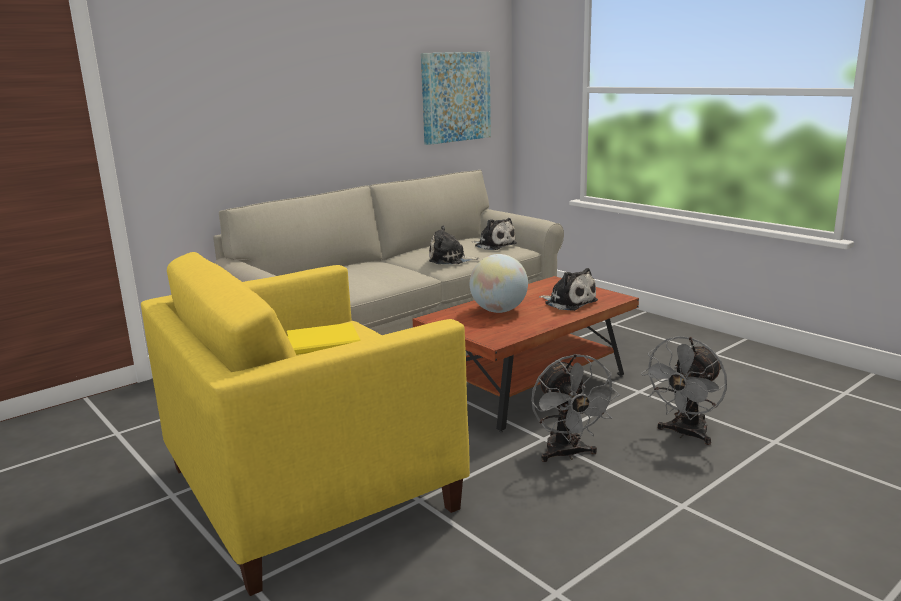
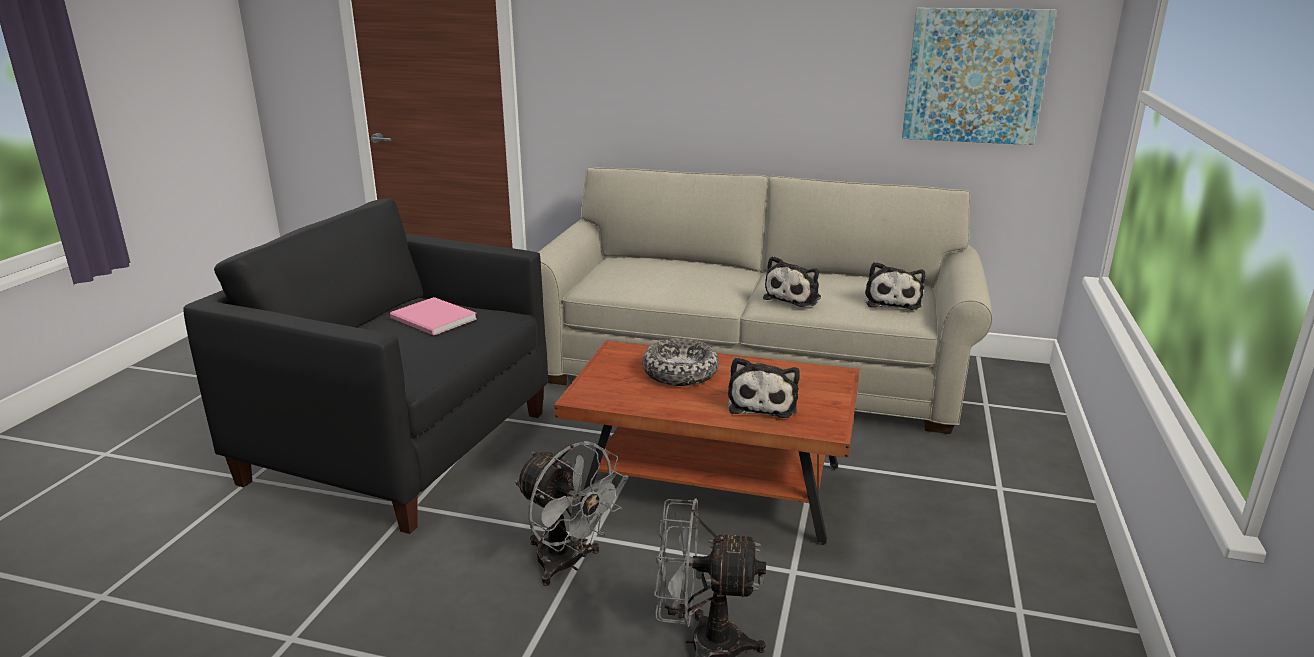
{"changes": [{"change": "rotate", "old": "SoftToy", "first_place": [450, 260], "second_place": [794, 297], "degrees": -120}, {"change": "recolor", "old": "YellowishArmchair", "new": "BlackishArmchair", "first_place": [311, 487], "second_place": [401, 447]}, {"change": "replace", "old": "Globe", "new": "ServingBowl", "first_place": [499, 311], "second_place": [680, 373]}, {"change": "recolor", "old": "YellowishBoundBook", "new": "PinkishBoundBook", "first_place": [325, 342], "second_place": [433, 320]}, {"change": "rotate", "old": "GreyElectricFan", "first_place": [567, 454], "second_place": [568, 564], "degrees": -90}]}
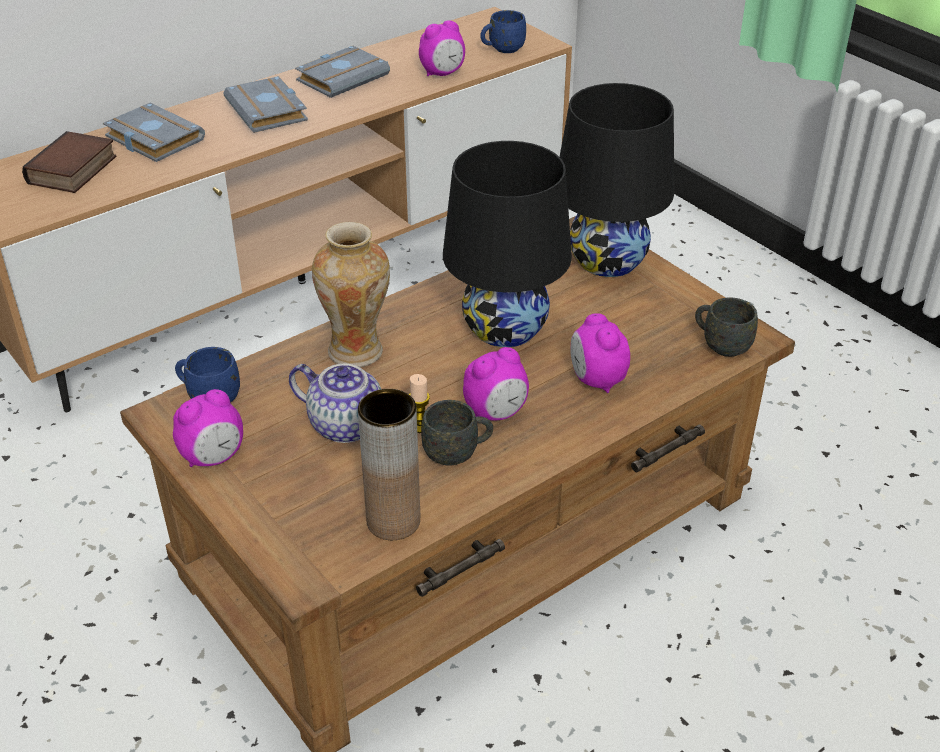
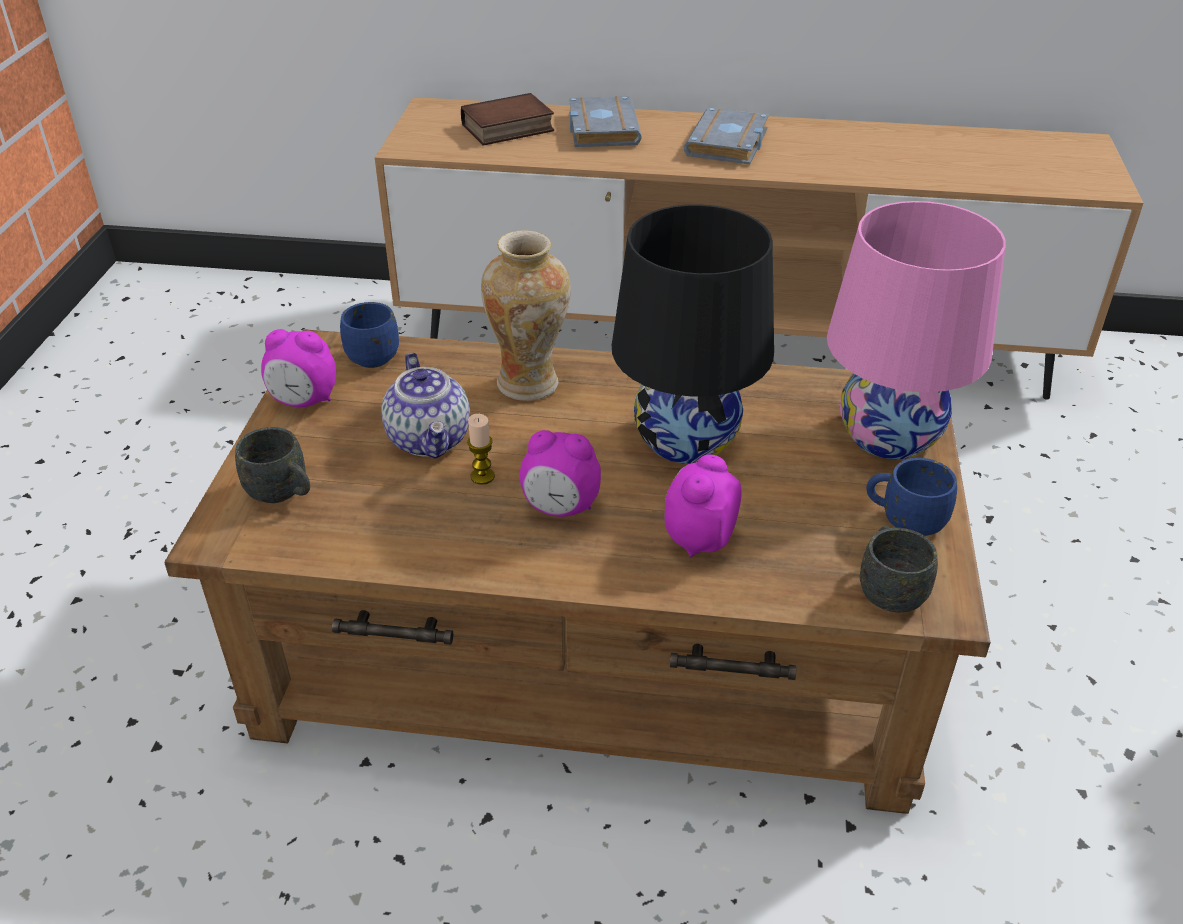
{"changes": [{"change": "move", "old": "BluishTeaMug", "first_place": [502, 49], "second_place": [904, 520]}, {"change": "delete", "old": "AlarmClock", "first_place": [442, 73]}, {"change": "delete", "old": "GreyBoundBook", "first_place": [342, 77]}, {"change": "recolor", "old": "BlackishTabletopLamp", "new": "PinkishTabletopLamp", "first_place": [607, 260], "second_place": [888, 434]}, {"change": "delete", "old": "BrownDecorativeVase", "first_place": [393, 521]}, {"change": "move", "old": "GreyTeaMug", "first_place": [457, 453], "second_place": [283, 494]}]}
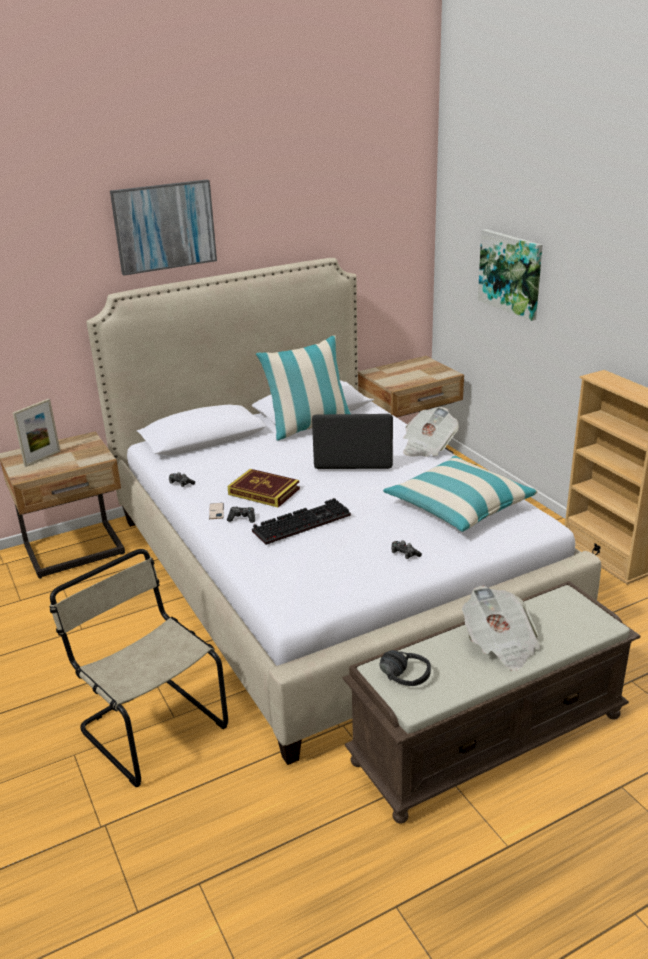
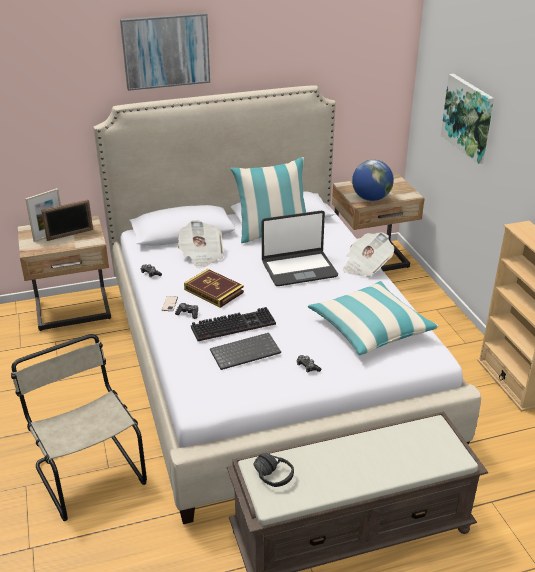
{"changes": [{"change": "rotate", "old": "NotebookComputer", "first_place": [353, 458], "second_place": [299, 269], "degrees": 150}, {"change": "move", "old": "Newspaper", "first_place": [500, 644], "second_place": [201, 255]}, {"change": "insert", "new": "Globe", "second_place": [371, 198]}, {"change": "insert", "new": "PictureFrame", "second_place": [70, 235]}, {"change": "insert", "new": "PcKeyboard", "second_place": [245, 351]}]}
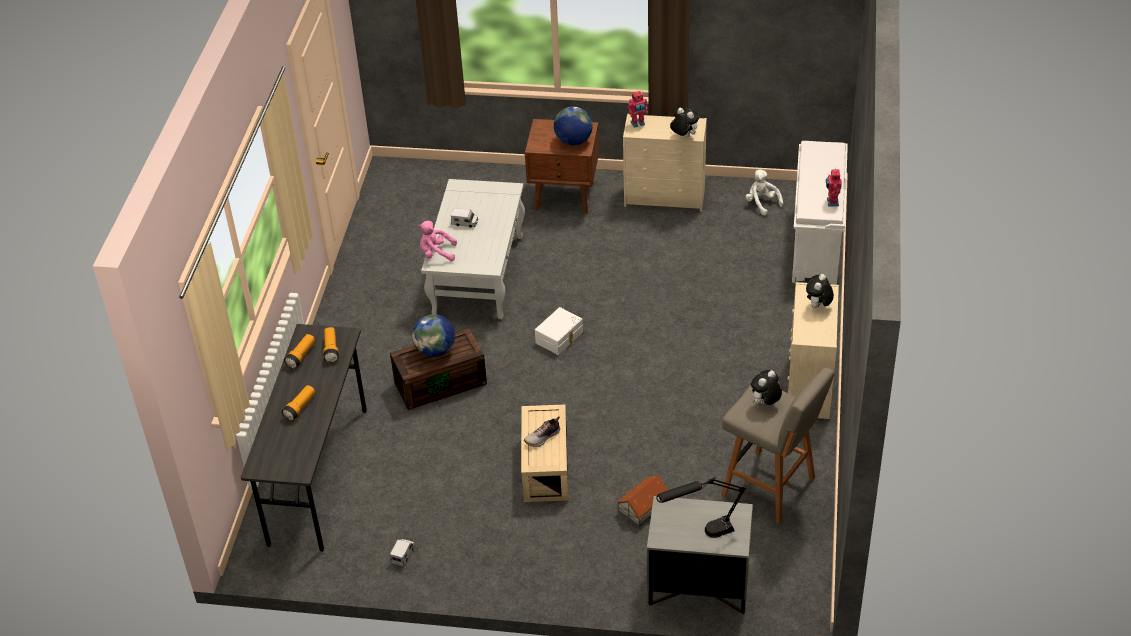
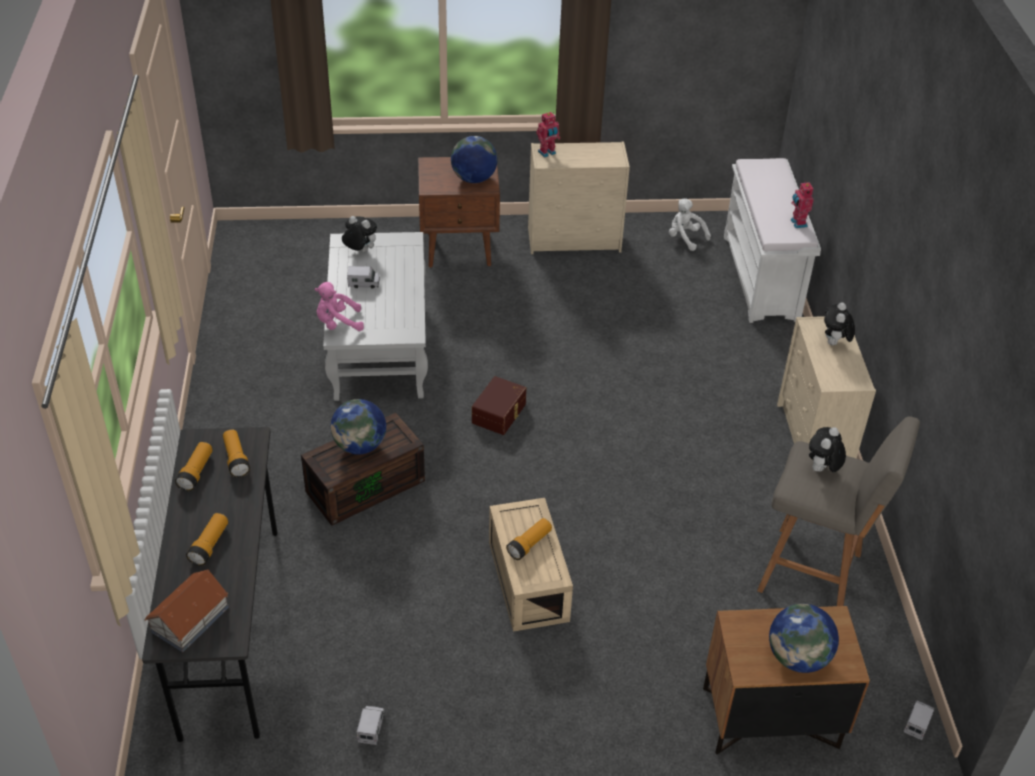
{"changes": [{"change": "move", "old": "SoftToy", "first_place": [683, 136], "second_place": [360, 251]}, {"change": "recolor", "old": "WhiteStorageContainer", "new": "BrownStorageContainer", "first_place": [560, 338], "second_place": [500, 413]}, {"change": "replace", "old": "Shoe", "new": "HandTorch", "first_place": [543, 437], "second_place": [529, 544]}, {"change": "move", "old": "ToyHouse", "first_place": [644, 507], "second_place": [191, 619]}, {"change": "replace", "old": "BlackishTabletopLamp", "new": "Globe", "first_place": [701, 534], "second_place": [798, 657]}, {"change": "recolor", "old": "GreyNightstand", "new": "BrownNightstand", "first_place": [698, 587], "second_place": [770, 719]}, {"change": "insert", "new": "ToyLorry", "second_place": [917, 723]}]}
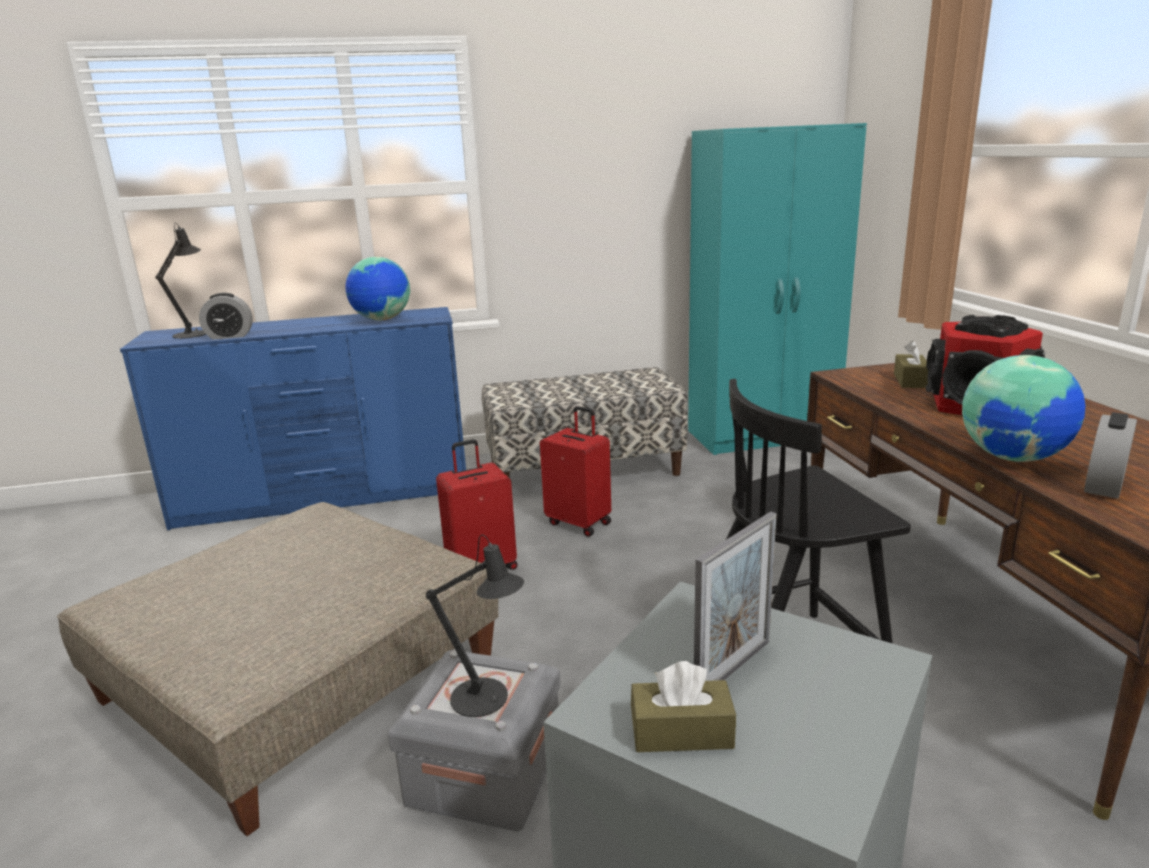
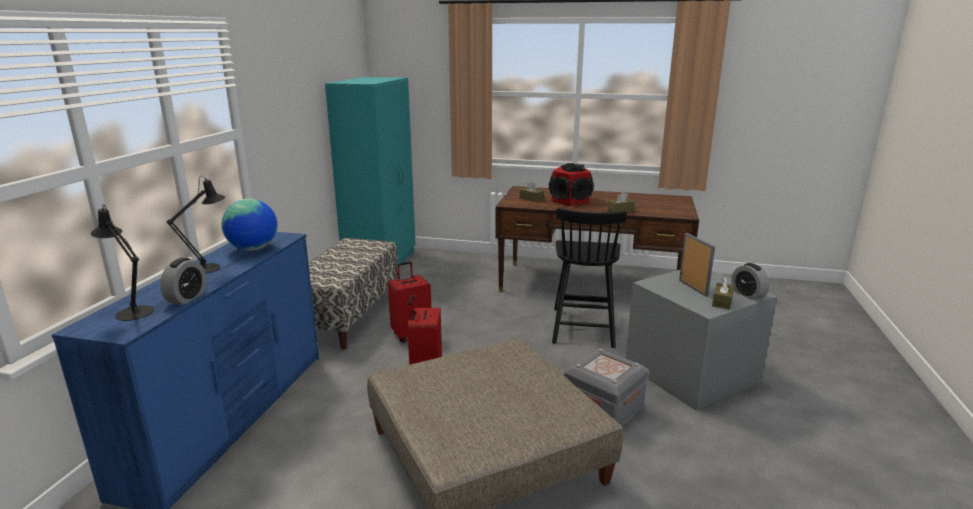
{"changes": [{"change": "replace", "old": "Globe", "new": "BrownTissueHolder", "first_place": [1013, 457], "second_place": [620, 210]}, {"change": "move", "old": "AlarmClock", "first_place": [1103, 486], "second_place": [747, 294]}, {"change": "move", "old": "BlackishTabletopLamp", "first_place": [486, 699], "second_place": [209, 267]}]}
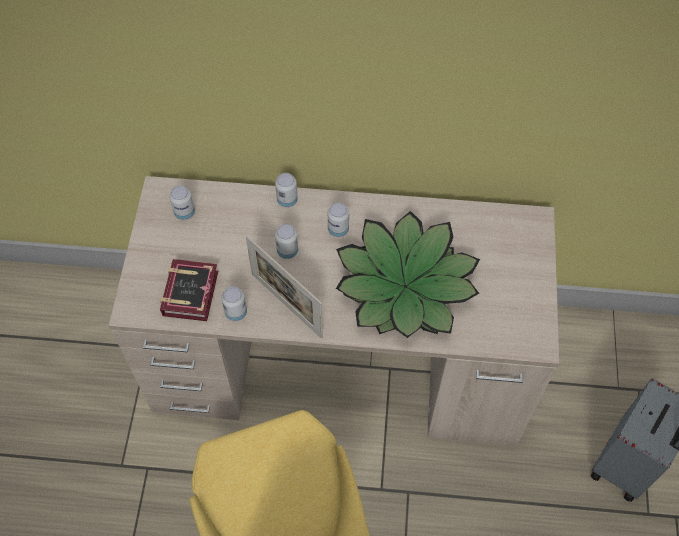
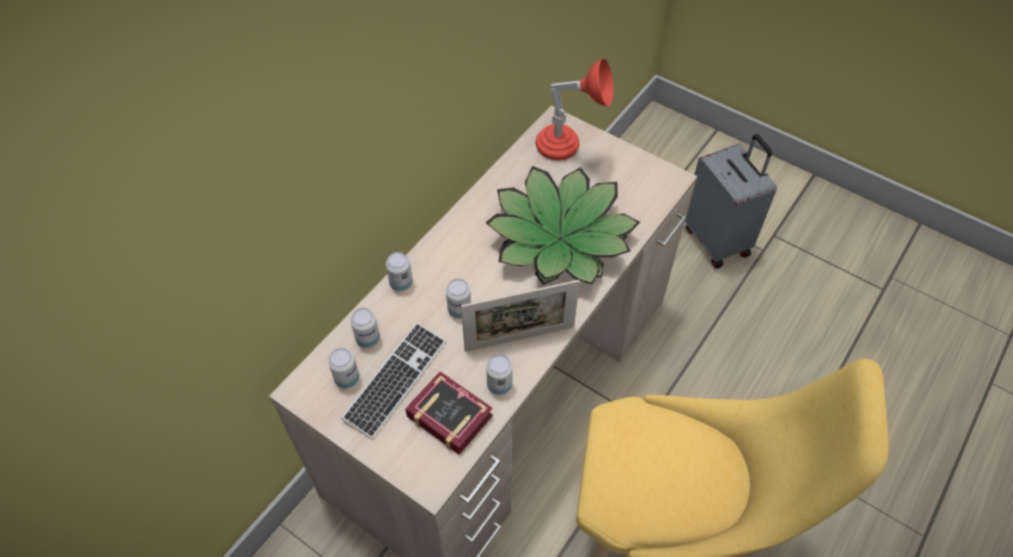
{"changes": [{"change": "move", "old": "Can", "first_place": [338, 230], "second_place": [368, 339]}, {"change": "insert", "new": "RedTabletopLamp", "second_place": [569, 150]}, {"change": "insert", "new": "PcKeyboard", "second_place": [395, 380]}]}
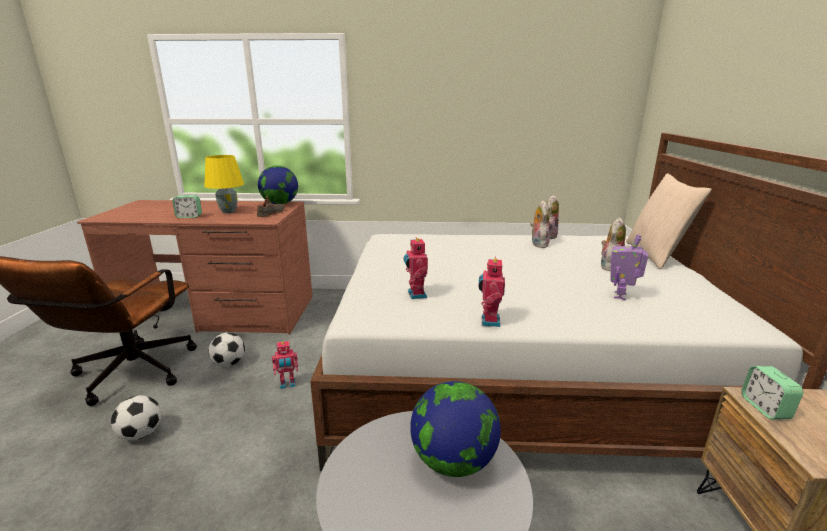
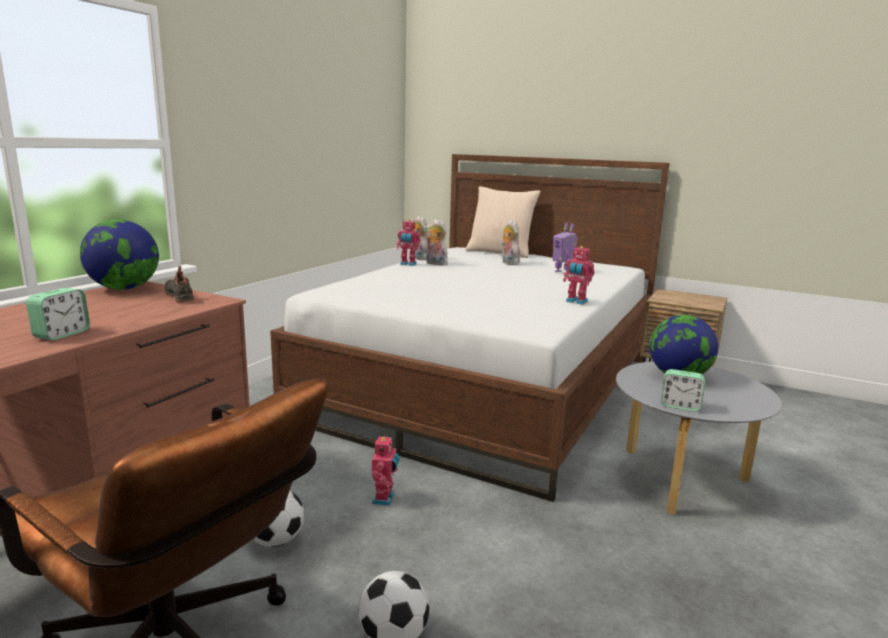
{"changes": [{"change": "delete", "old": "YellowishTabletopLamp", "first_place": [229, 211]}, {"change": "move", "old": "RobotFigure", "first_place": [415, 294], "second_place": [408, 264]}, {"change": "move", "old": "AlarmClock", "first_place": [765, 408], "second_place": [680, 406]}]}
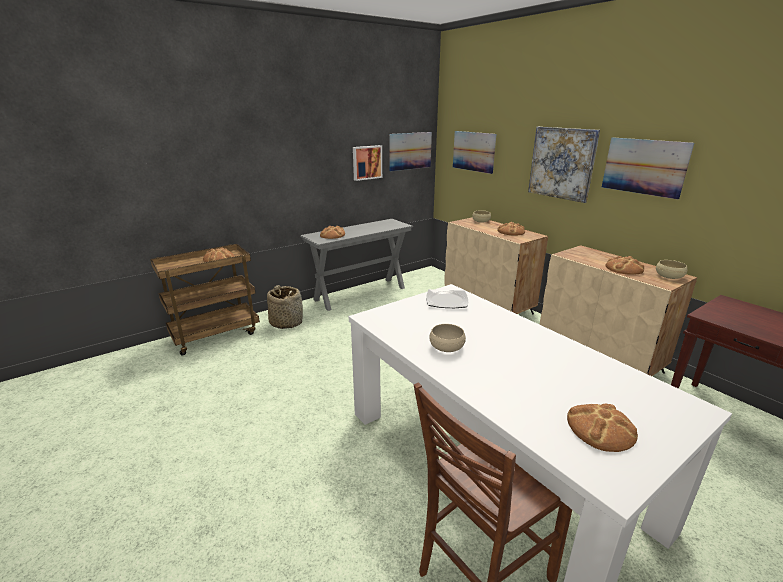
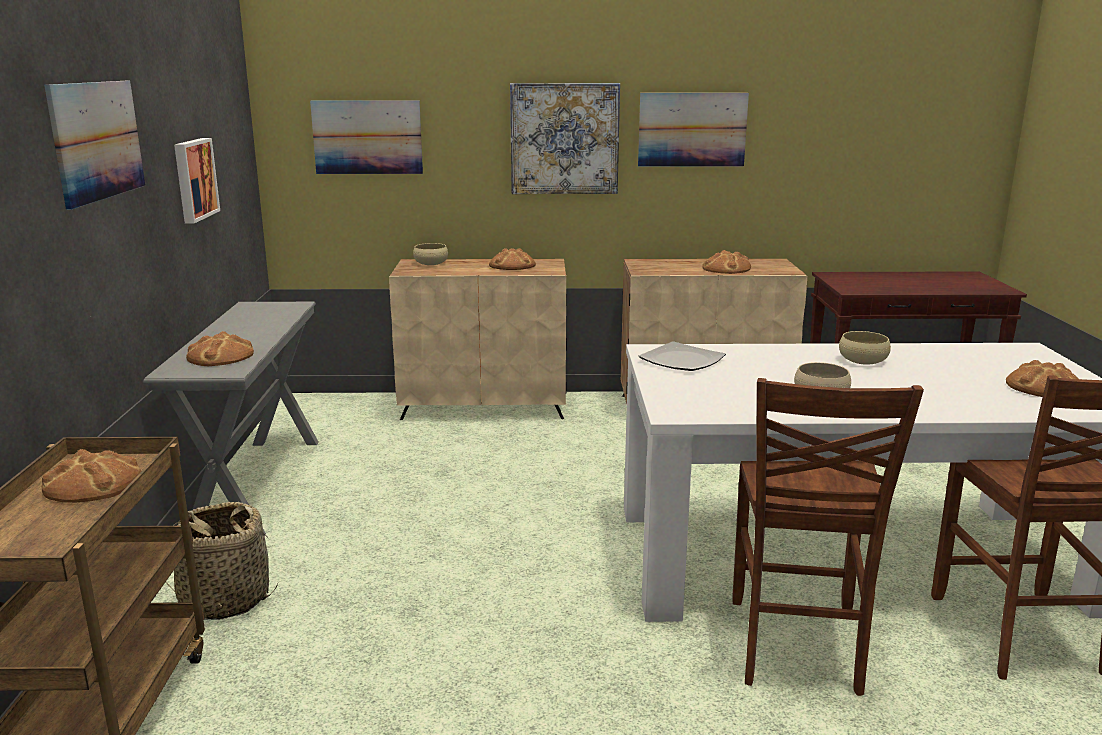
{"changes": [{"change": "move", "old": "WallPicture", "first_place": [410, 151], "second_place": [97, 140]}, {"change": "move", "old": "BeigeColouredServingBowl", "first_place": [669, 276], "second_place": [863, 360]}, {"change": "insert", "new": "BrownPlainChair", "second_place": [795, 647]}]}
